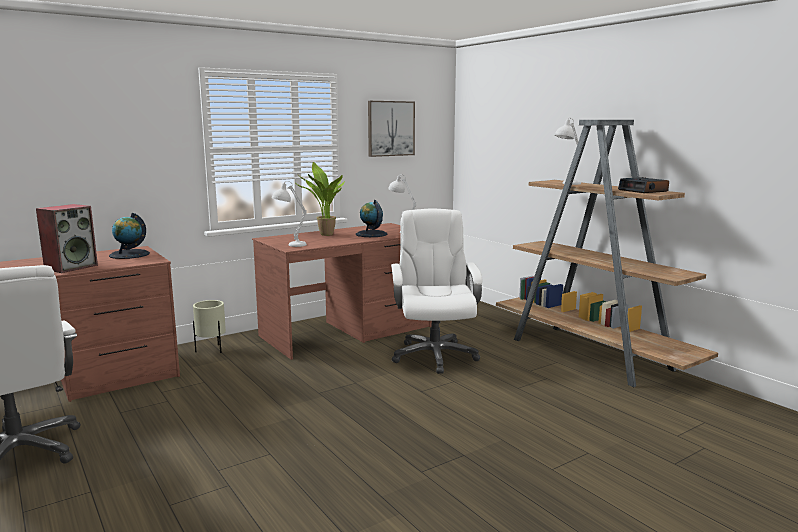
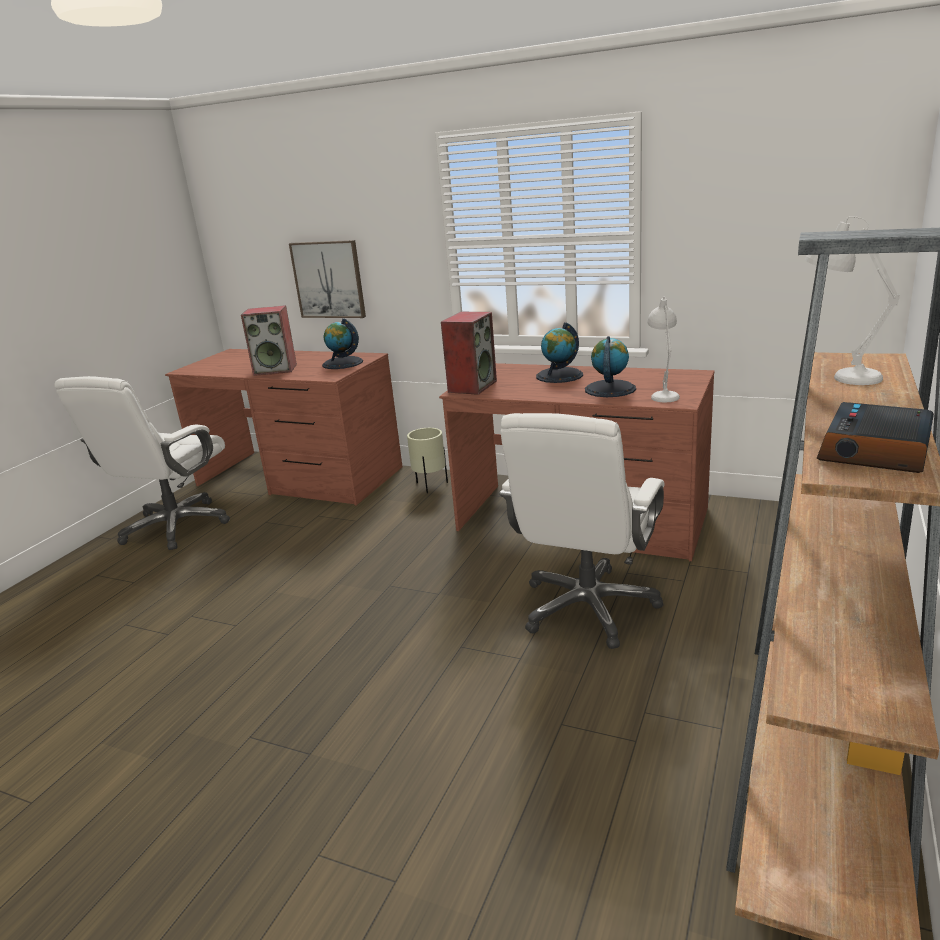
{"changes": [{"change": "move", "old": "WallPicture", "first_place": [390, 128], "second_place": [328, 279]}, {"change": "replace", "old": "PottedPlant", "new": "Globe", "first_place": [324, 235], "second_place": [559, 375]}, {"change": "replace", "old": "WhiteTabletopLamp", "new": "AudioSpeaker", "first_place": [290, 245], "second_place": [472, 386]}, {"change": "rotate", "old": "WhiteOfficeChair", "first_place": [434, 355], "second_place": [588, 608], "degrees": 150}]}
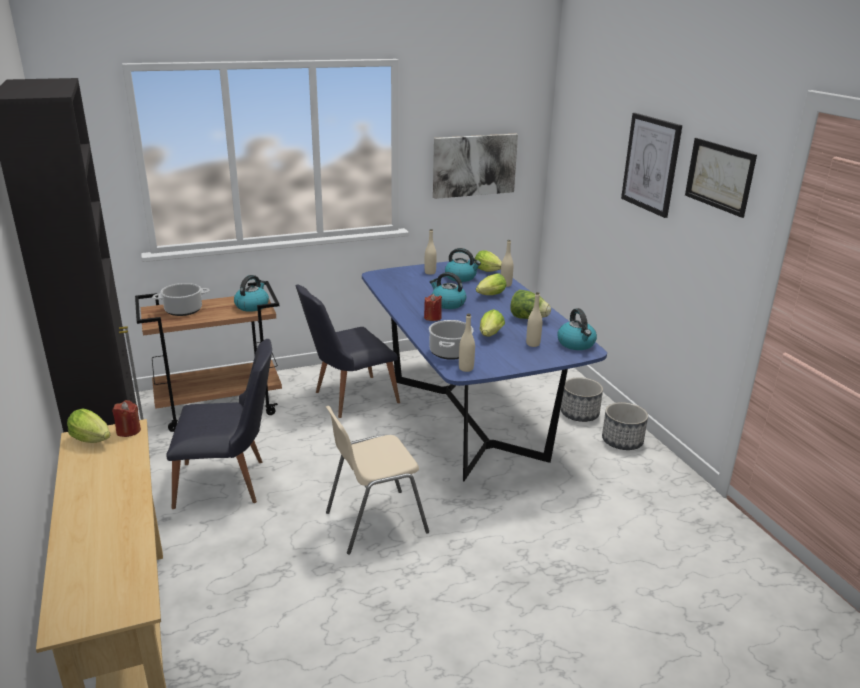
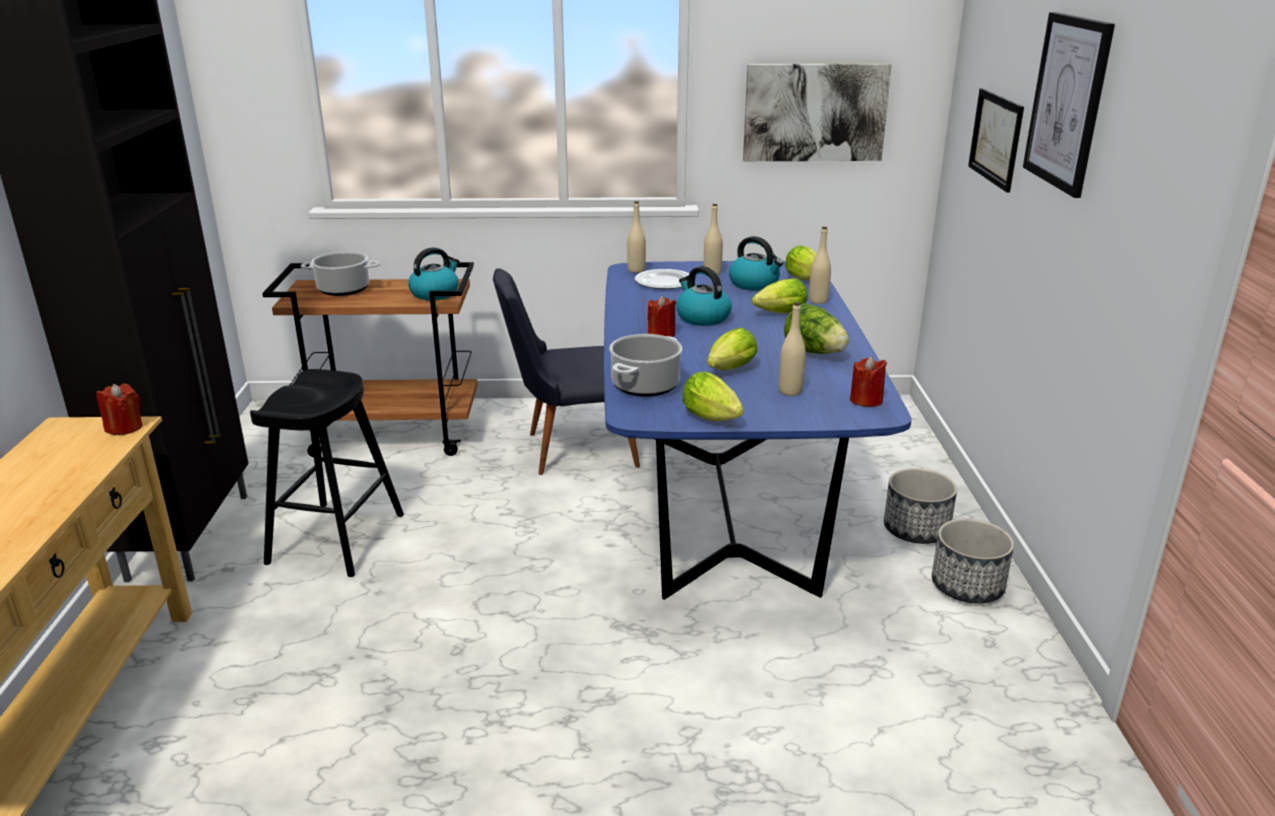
{"changes": [{"change": "move", "old": "WallPicture", "first_place": [719, 176], "second_place": [996, 138]}, {"change": "replace", "old": "TeaKettle", "new": "RedWaxLight", "first_place": [576, 344], "second_place": [866, 400]}, {"change": "move", "old": "BeigeColouredBottle", "first_place": [466, 368], "second_place": [636, 270]}, {"change": "replace", "old": "BlackishPlainChair", "new": "BlackishSittingStool", "first_place": [230, 483], "second_place": [336, 538]}, {"change": "delete", "old": "BeigeColouredPlainChair", "first_place": [374, 522]}, {"change": "move", "old": "LettuceHead", "first_place": [93, 441], "second_place": [714, 419]}, {"change": "insert", "new": "Plate", "second_place": [663, 282]}]}
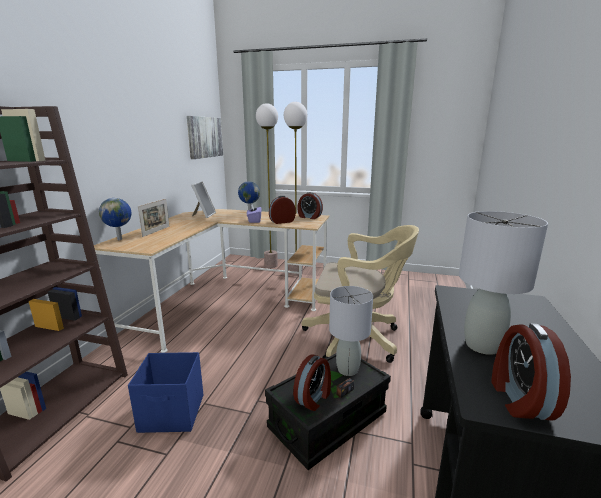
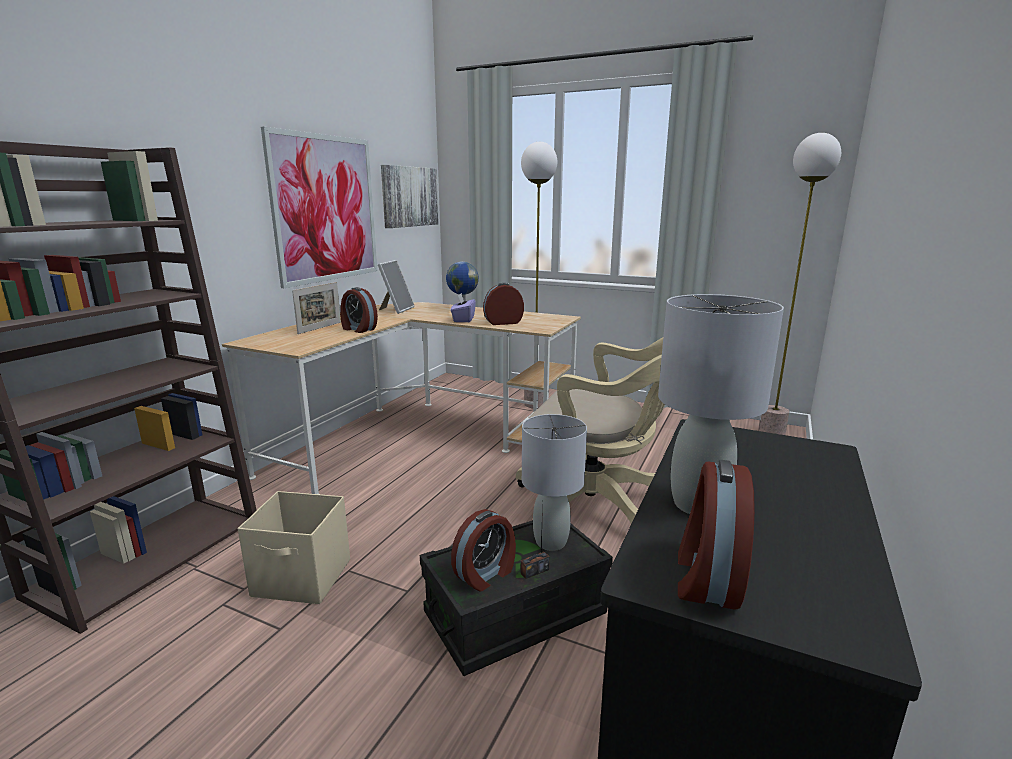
{"changes": [{"change": "move", "old": "StandardLamp", "first_place": [271, 265], "second_place": [772, 433]}, {"change": "move", "old": "AlarmClock", "first_place": [309, 217], "second_place": [358, 329]}, {"change": "delete", "old": "Globe", "first_place": [120, 239]}, {"change": "recolor", "old": "BluishStorageContainer", "new": "BeigeColouredStorageContainer", "first_place": [173, 413], "second_place": [303, 578]}, {"change": "insert", "new": "WallPicture", "second_place": [326, 209]}]}
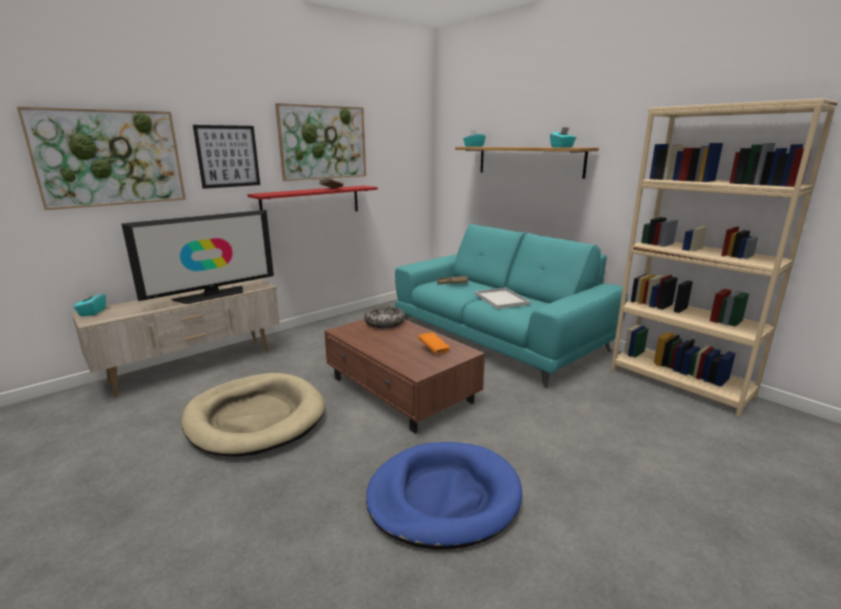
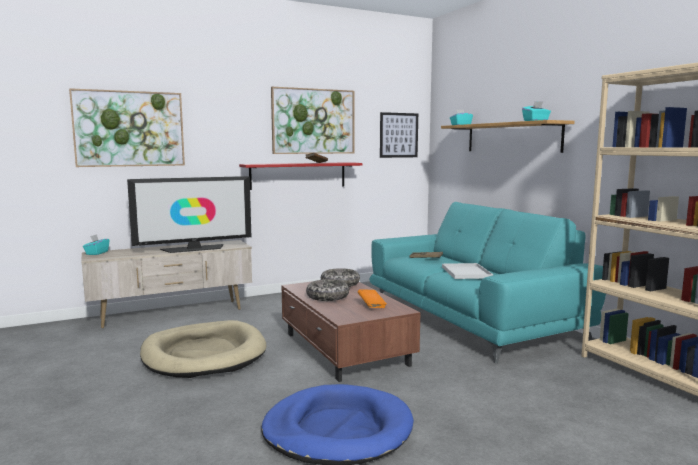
{"changes": [{"change": "move", "old": "WallPicture", "first_place": [228, 156], "second_place": [398, 135]}, {"change": "insert", "new": "ServingBowl", "second_place": [327, 297]}]}
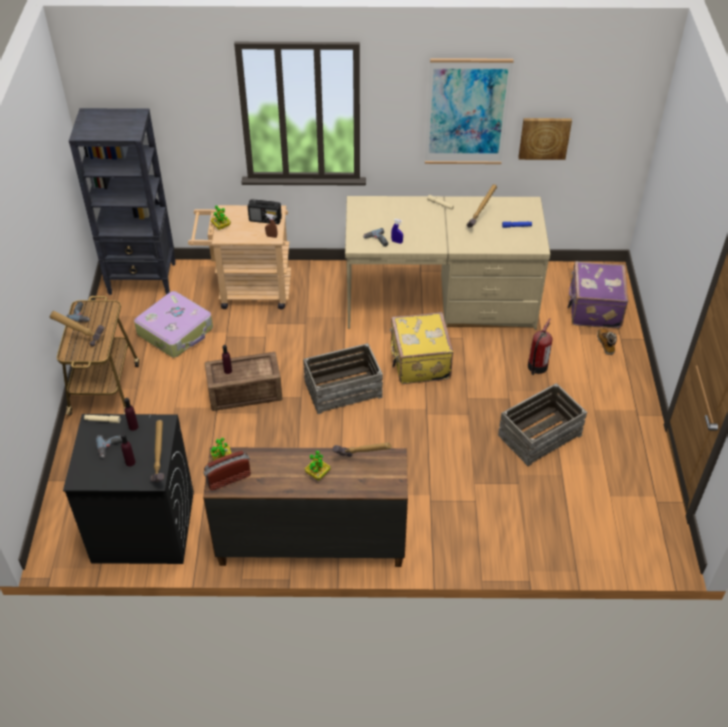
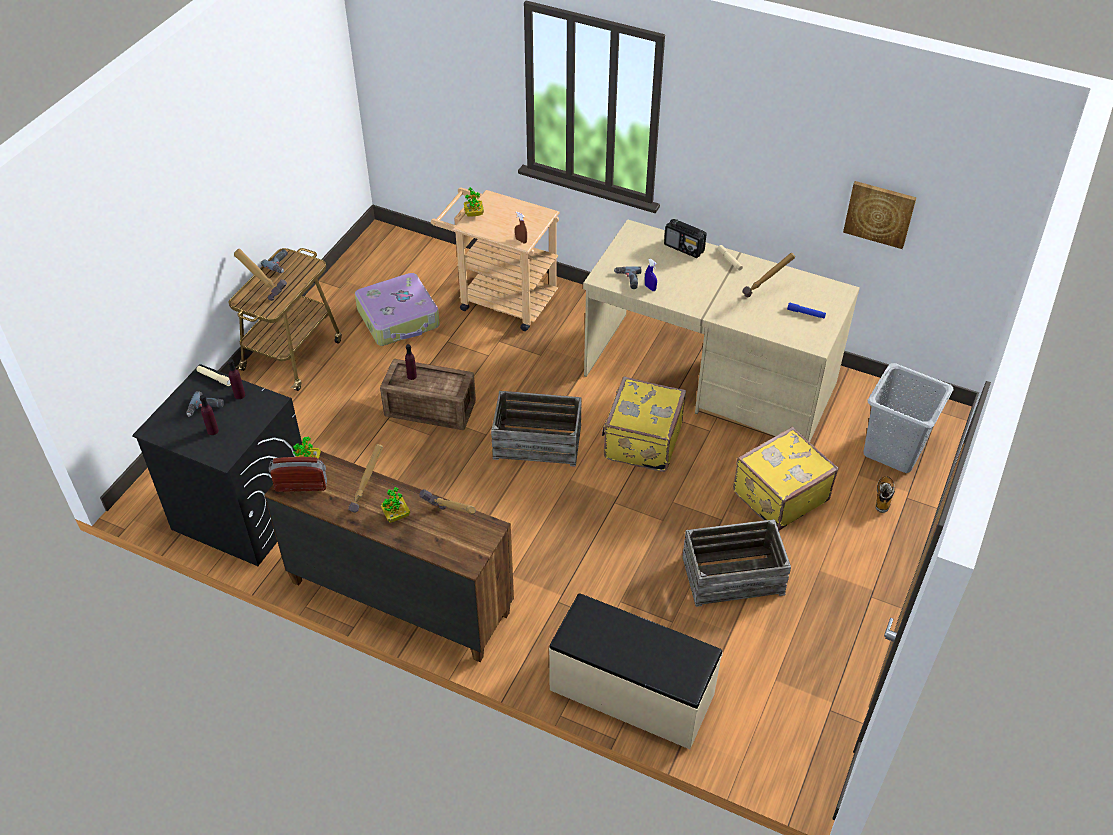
{"changes": [{"change": "delete", "old": "WallPicture", "first_place": [467, 112]}, {"change": "delete", "old": "BlackishShelvingUnit", "first_place": [143, 279]}, {"change": "move", "old": "RadioReceiver", "first_place": [265, 219], "second_place": [684, 248]}, {"change": "replace", "old": "PurpleColouredPieceOfLuggage", "new": "GreyLaundryBasket", "first_place": [593, 309], "second_place": [893, 450]}, {"change": "replace", "old": "FireFightingCylinder", "new": "YellowishPieceOfLuggage", "first_place": [537, 367], "second_place": [778, 495]}, {"change": "move", "old": "Hammer", "first_place": [163, 467], "second_place": [370, 499]}, {"change": "insert", "new": "BeigeColouredBench", "second_place": [631, 693]}]}
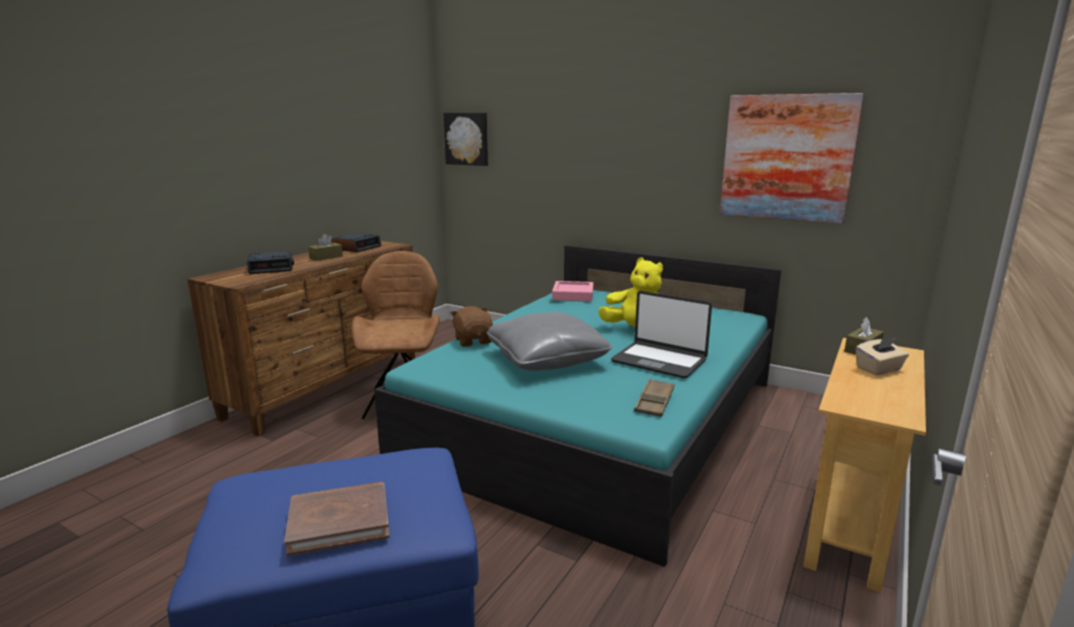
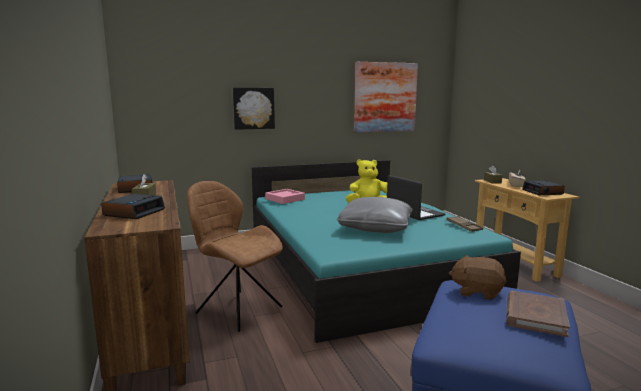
{"changes": [{"change": "move", "old": "WallPicture", "first_place": [467, 139], "second_place": [253, 108]}, {"change": "rotate", "old": "NotebookComputer", "first_place": [659, 360], "second_place": [414, 213], "degrees": -105}, {"change": "move", "old": "BrownSoftToy", "first_place": [473, 341], "second_place": [477, 292]}, {"change": "insert", "new": "AlarmClock", "second_place": [543, 192]}]}
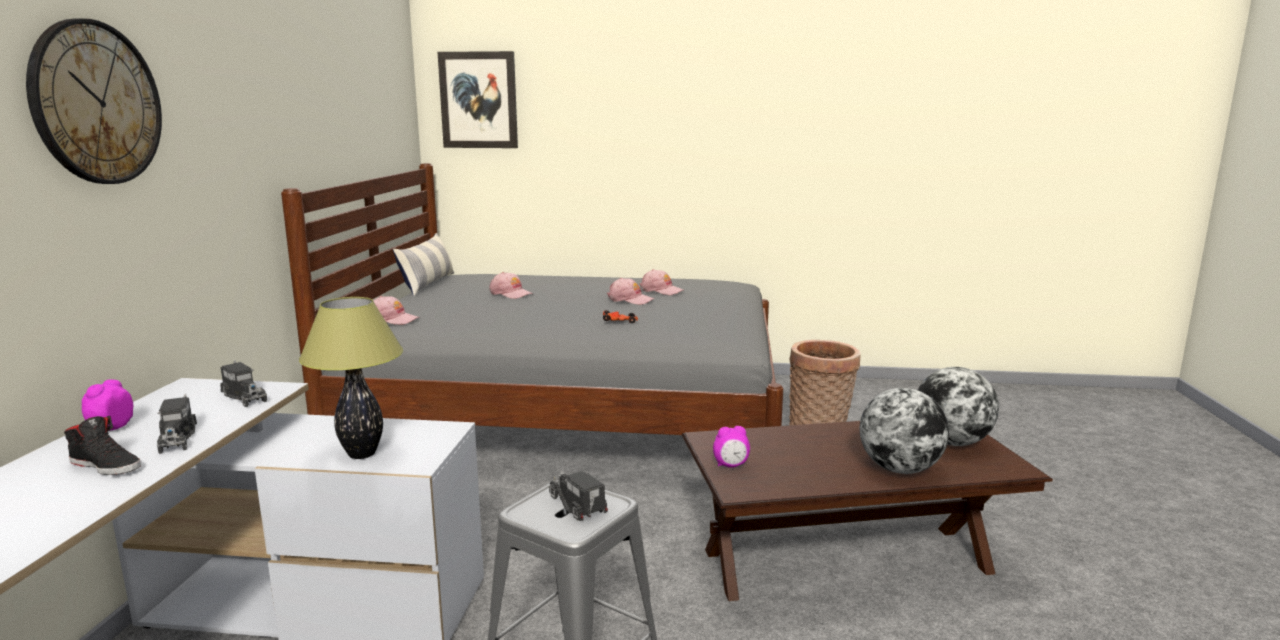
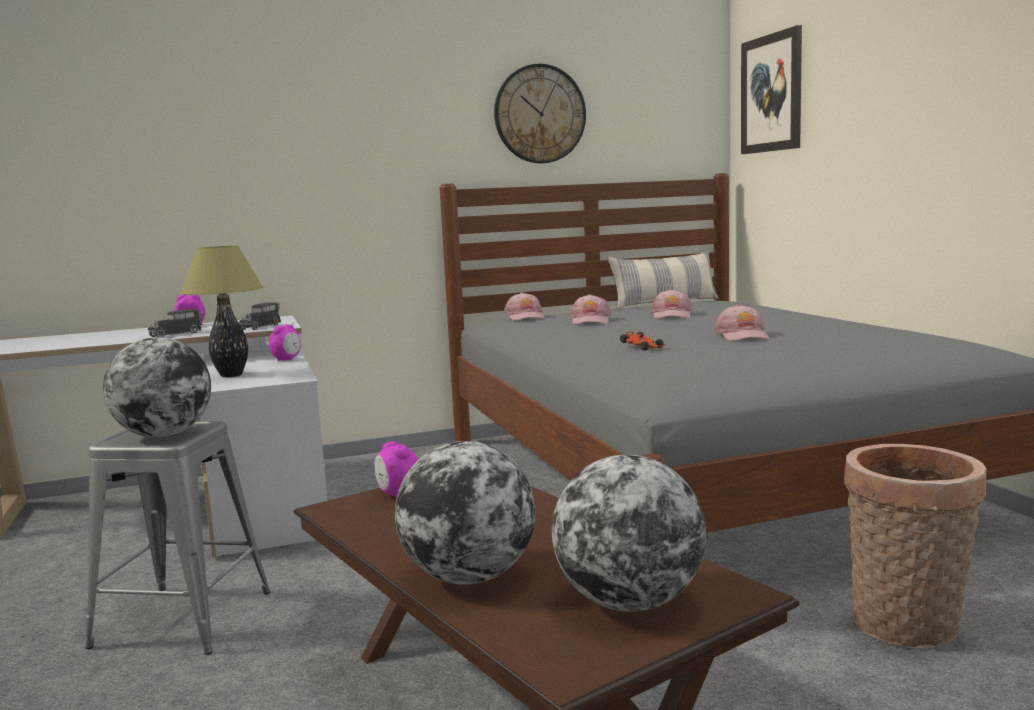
{"changes": [{"change": "move", "old": "ClockOnTheWall", "first_place": [96, 103], "second_place": [539, 114]}, {"change": "move", "old": "PinkishBaseballCap", "first_place": [661, 290], "second_place": [590, 321]}, {"change": "delete", "old": "BlackishShoe", "first_place": [106, 465]}, {"change": "replace", "old": "ToyLorry", "new": "Globe", "first_place": [578, 506], "second_place": [164, 435]}, {"change": "insert", "new": "AlarmClock", "second_place": [286, 360]}]}
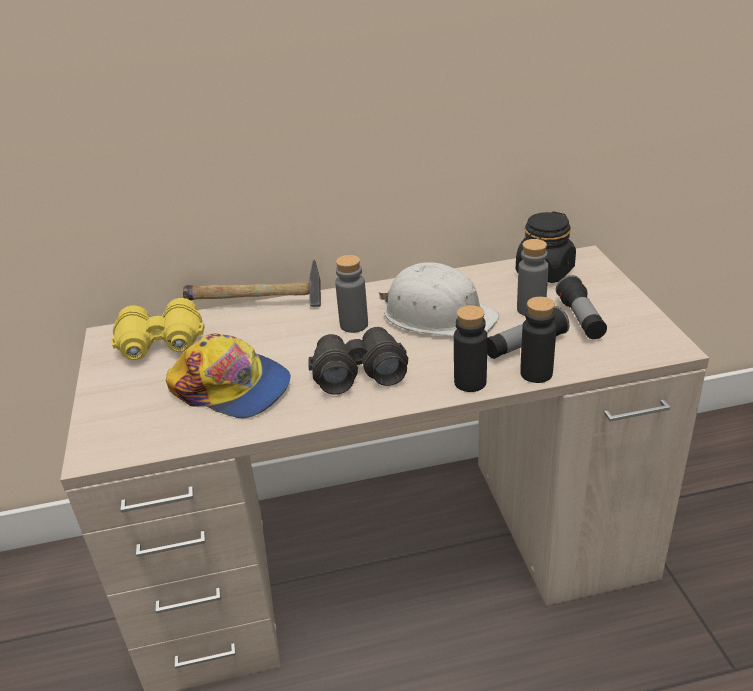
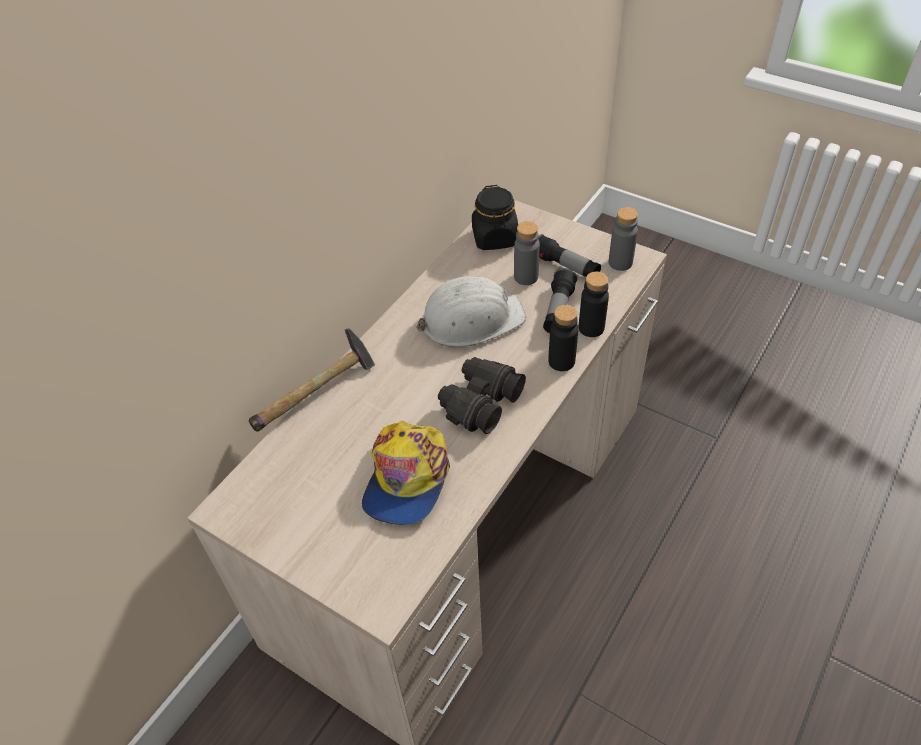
{"changes": [{"change": "move", "old": "GreyBottle", "first_place": [354, 325], "second_place": [620, 262]}, {"change": "delete", "old": "YellowishBinoculars", "first_place": [161, 345]}, {"change": "rotate", "old": "BaseballCap", "first_place": [231, 387], "second_place": [406, 478], "degrees": 120}]}
